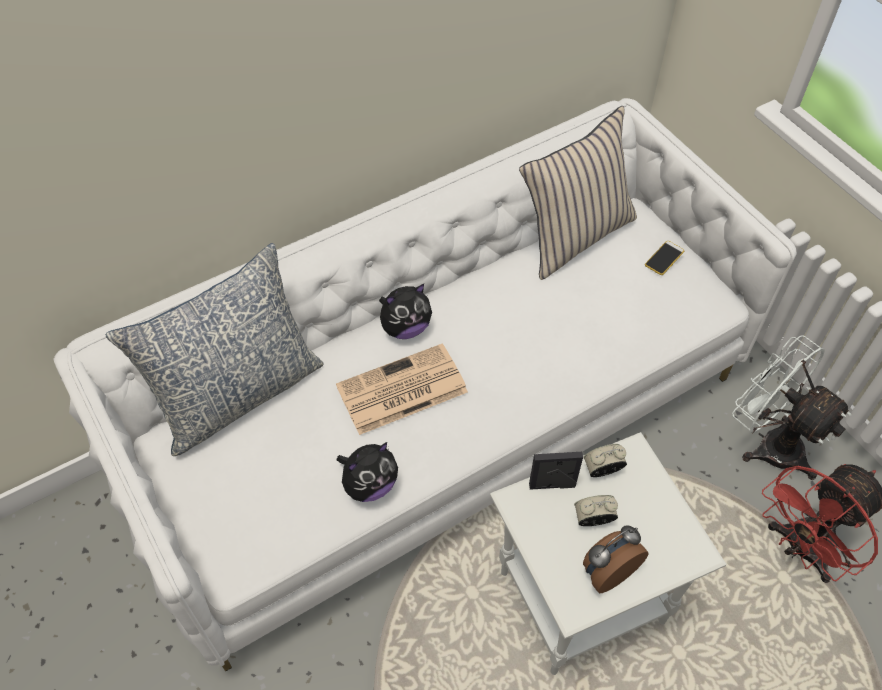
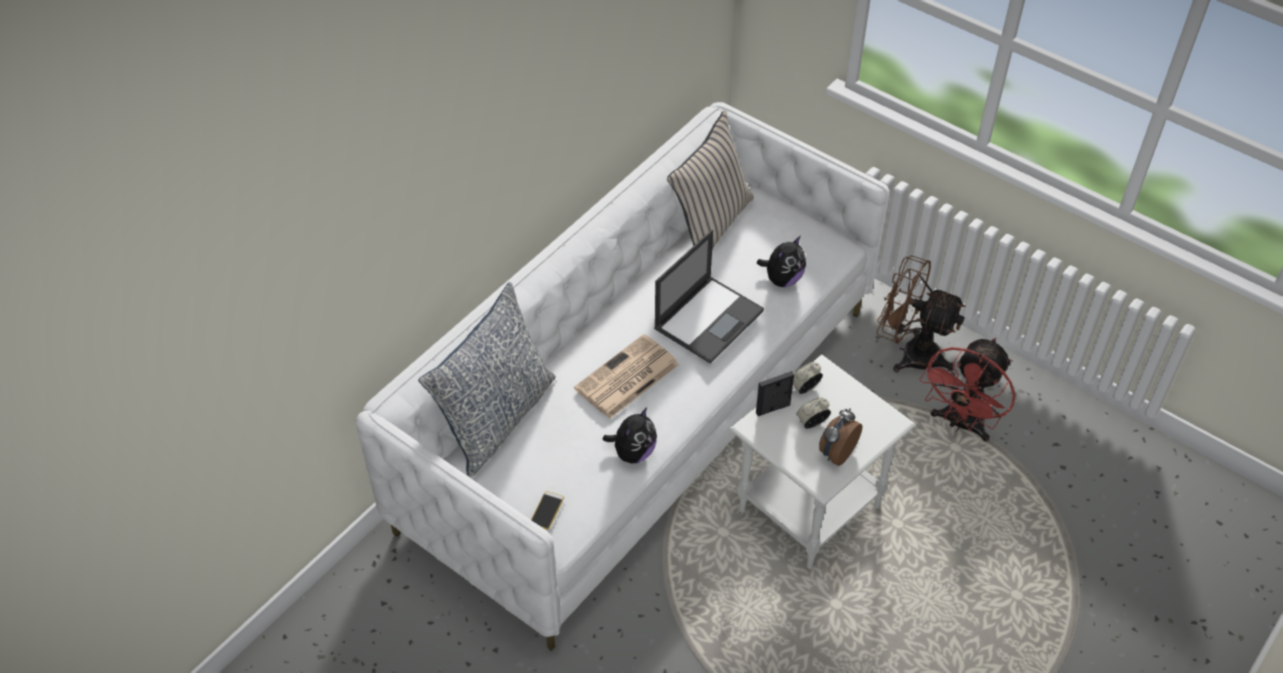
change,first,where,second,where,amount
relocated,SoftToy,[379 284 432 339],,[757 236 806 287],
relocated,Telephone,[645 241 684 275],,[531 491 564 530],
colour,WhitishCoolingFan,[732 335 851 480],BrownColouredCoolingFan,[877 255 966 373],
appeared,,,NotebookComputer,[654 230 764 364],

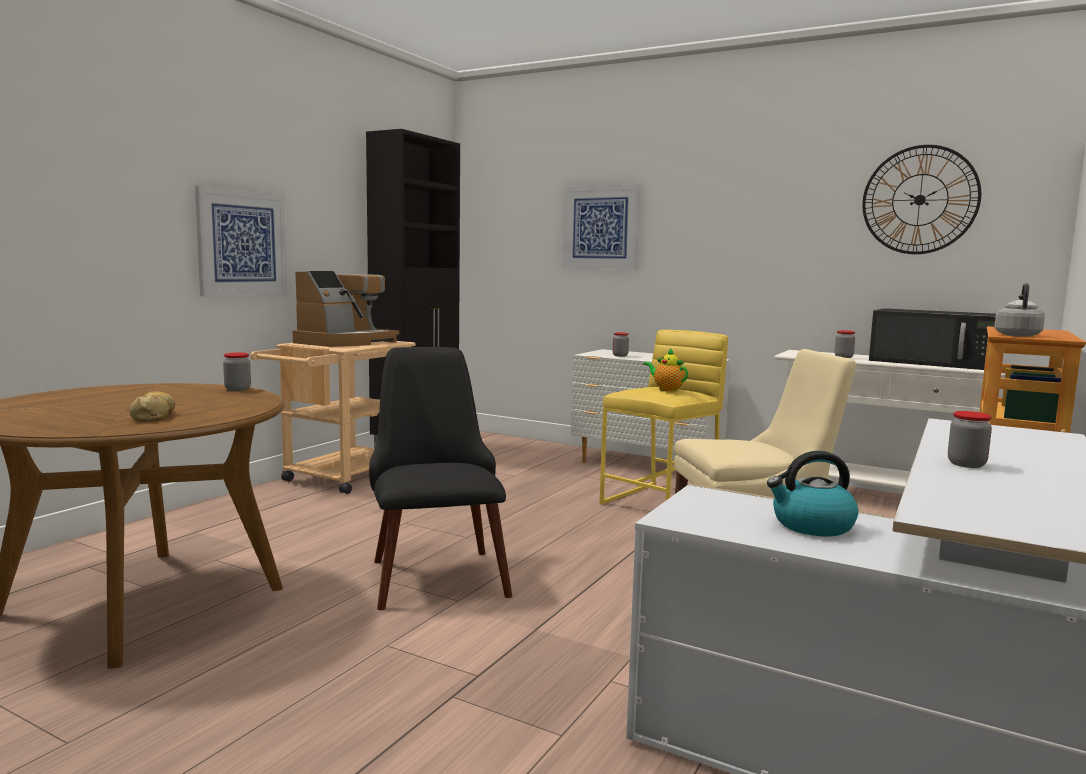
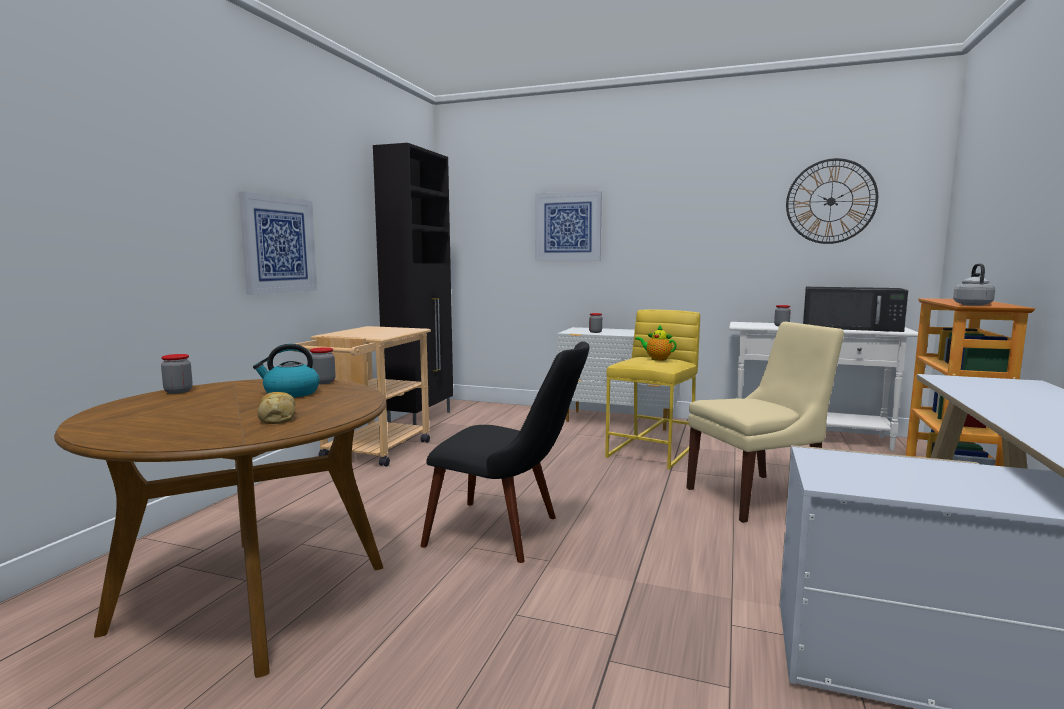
change,first,where,second,where,amount
missing,CoffeeMachine,[293 271 399 347],,,
spun,BlackUprightChair,[369 347 512 610],,[420 341 590 563],135 degrees clockwise
relocated,Kettle,[767 451 859 536],,[253 344 320 398],
relocated,PreserveJar,[948 411 992 468],,[161 354 193 394],

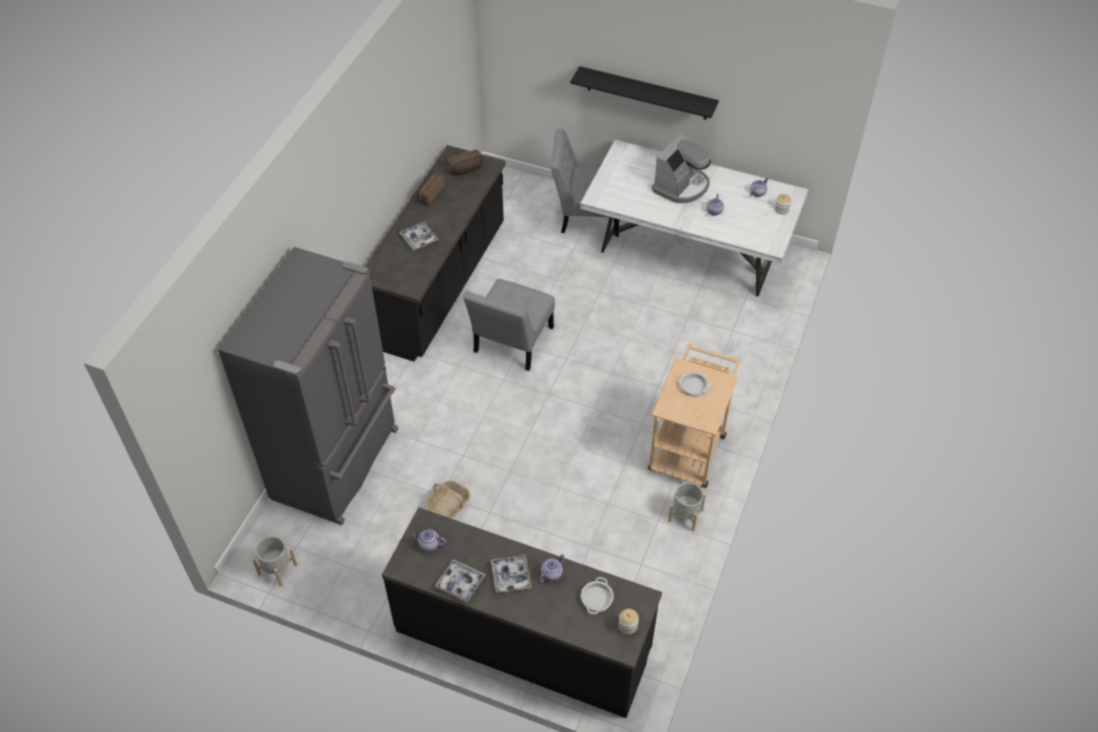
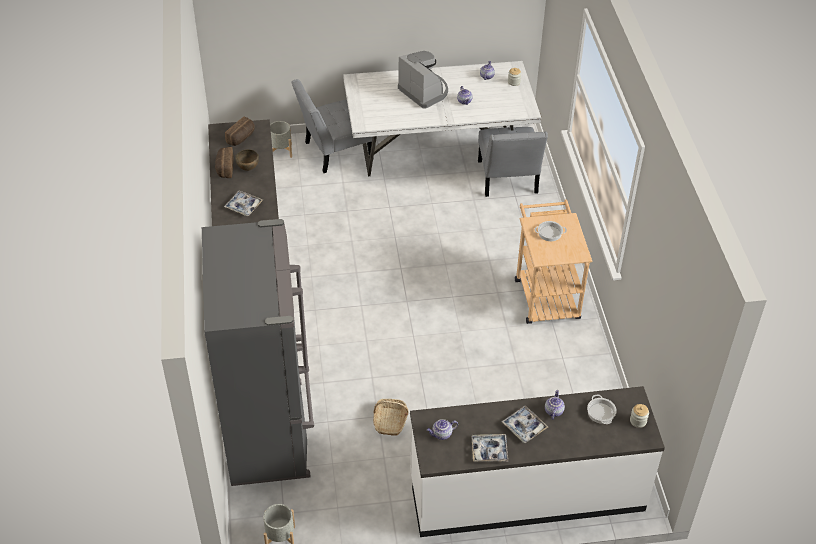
change,first,where,second,where,amount
colour,BlackKitchenBaseUnit,[382 507 662 718],WhitishKitchenBaseUnit,[410 386 665 537],
relocated,GreyUprightChair,[463 279 555 371],,[478 127 548 197],
missing,BlackShelf,[570 66 719 120],,,
spun,CoffeeMachine,[652 133 711 203],,[398 51 448 109],45 degrees counterclockwise
relocated,GreyPlantPot,[668 482 706 531],,[270 121 292 158],
appeared,,,BrownColouredServingBowl,[235 149 259 171],

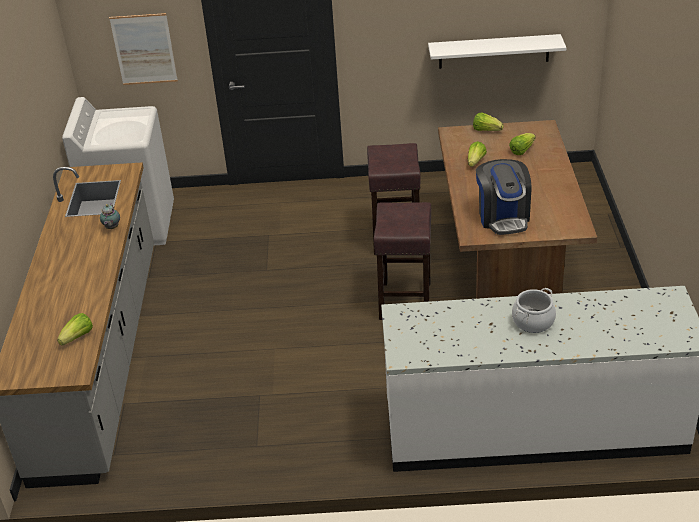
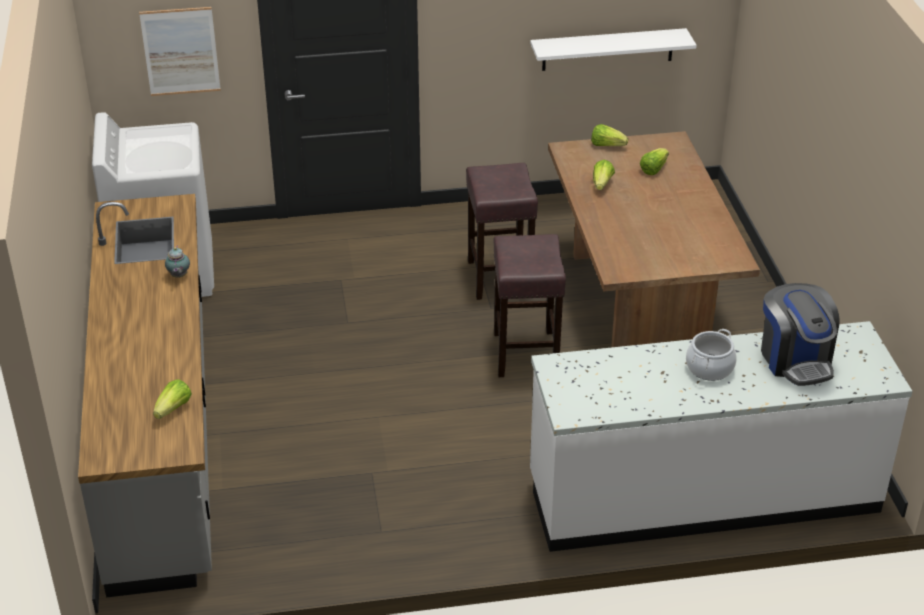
change,first,where,second,where,amount
relocated,CoffeeMachine,[476 159 531 235],,[761 283 840 386],

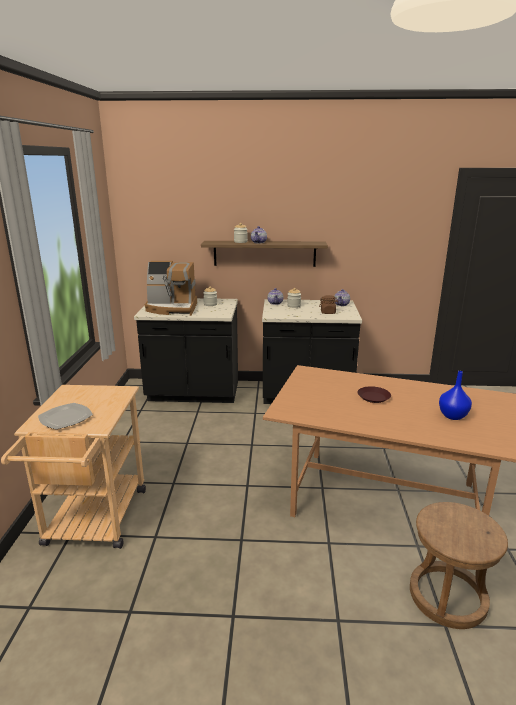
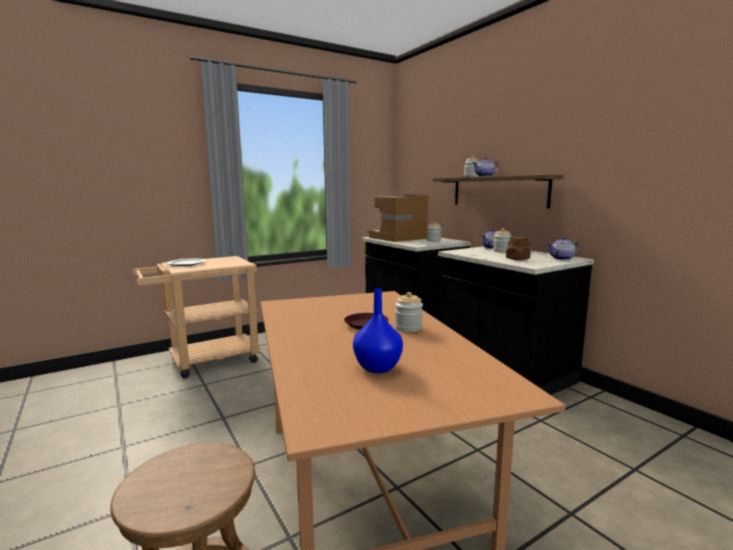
change,first,where,second,where,amount
spun,CoffeeMachine,[145 261 197 316],,[368 194 428 242],90 degrees clockwise
appeared,,,PreserveJar,[395 292 423 332],

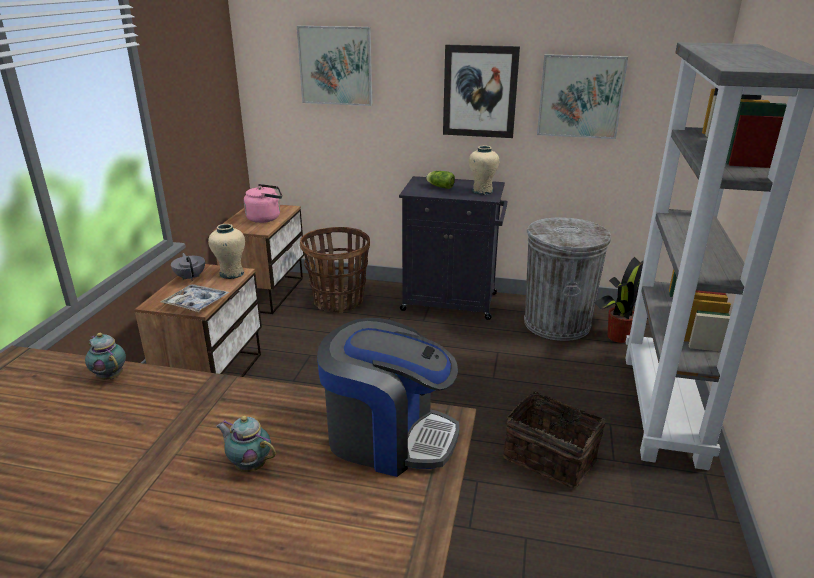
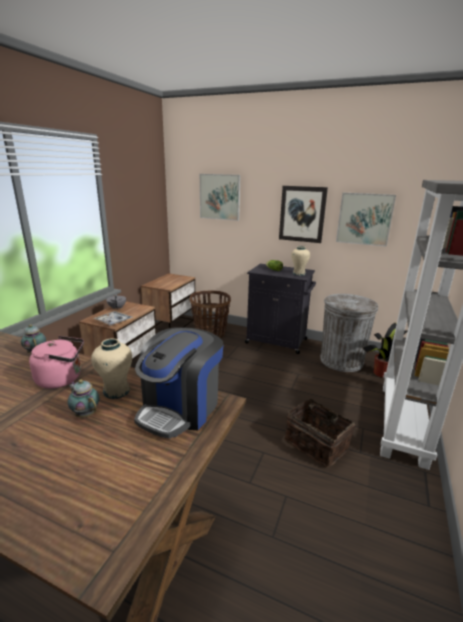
change,first,where,second,where,amount
relocated,BeigeColouredFlowerVase,[208 224 245 279],,[91 338 132 399],
relocated,PinkColouredKettle,[244 184 282 223],,[29 336 84 389],
spun,CoffeeMachine,[317 318 459 477],,[134 327 224 438],90 degrees clockwise

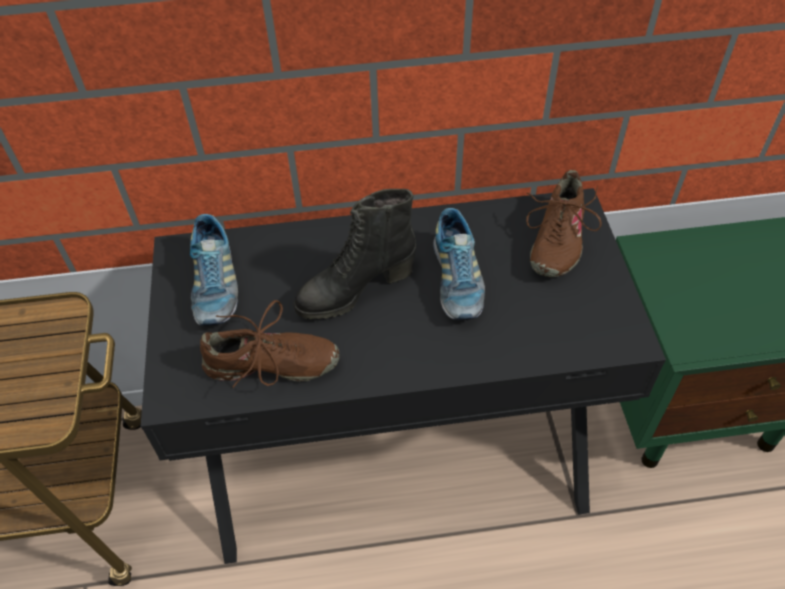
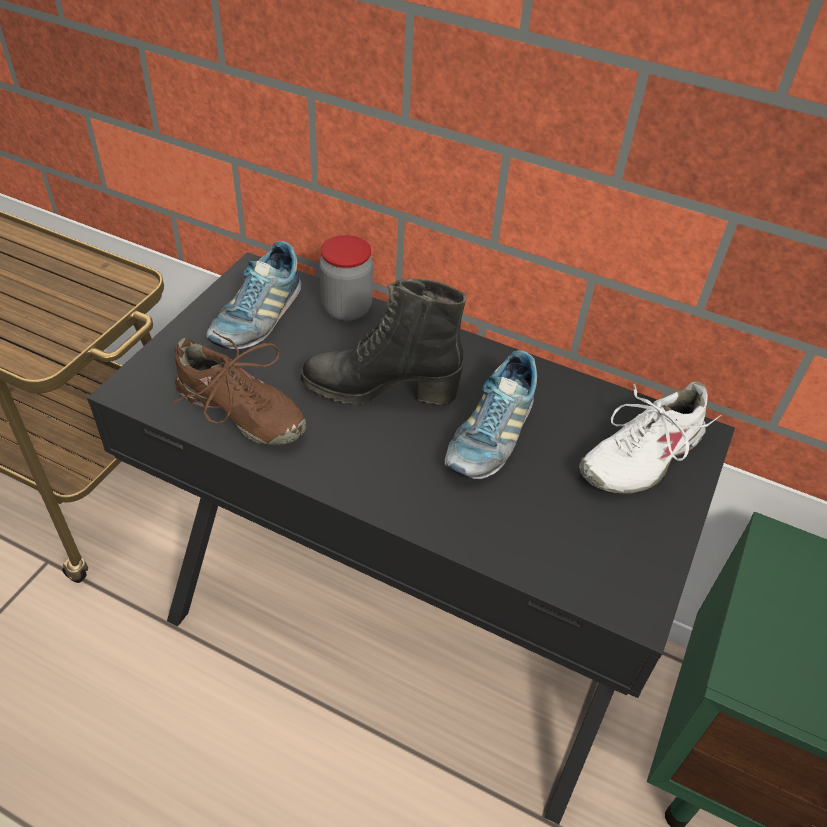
change,first,where,second,where,amount
colour,BrownColouredShoe,[526 170 602 277],WhitishShoe,[579 381 721 493],
appeared,,,PreserveJar,[319 235 373 321],

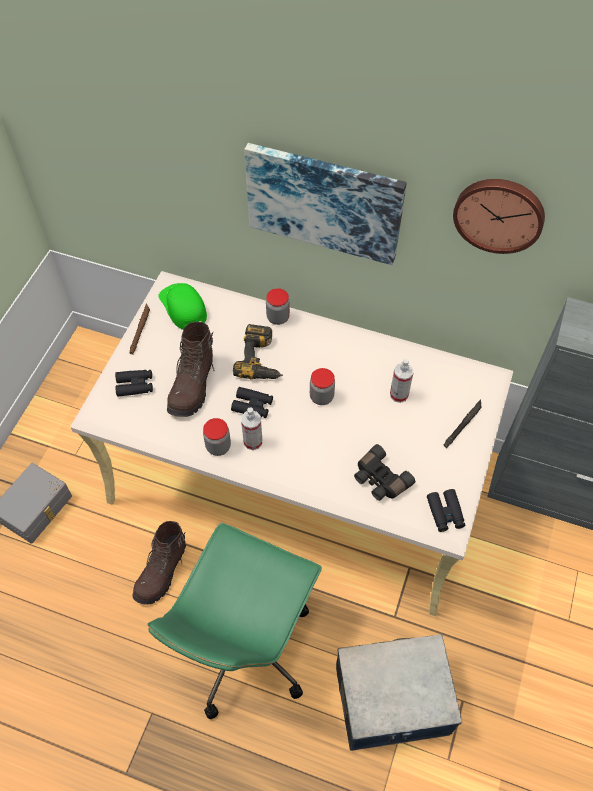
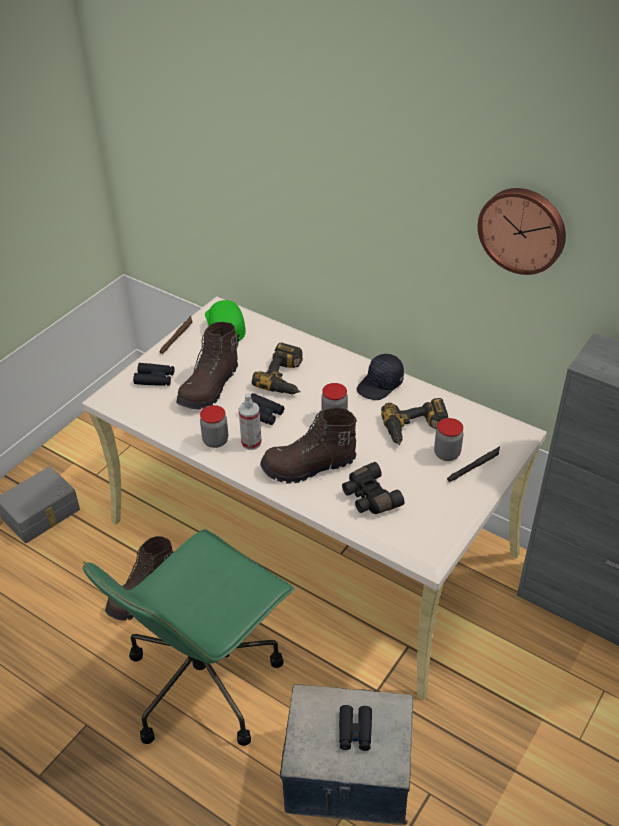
change,first,where,second,where,amount
missing,Picture,[244 143 407 265],,,
relocated,PreserveJar,[266 288 290 325],,[434 418 463 461],
exchanged,SprayBottle,[390 359 414 403],Drill,[381 398 448 445],
relocated,BlackBinoculars,[427 489 465 532],,[339 705 372 751],
appeared,,,BrownColouredBoot,[260 408 357 484],
appeared,,,BlackPeakedCap,[357 354 404 400],

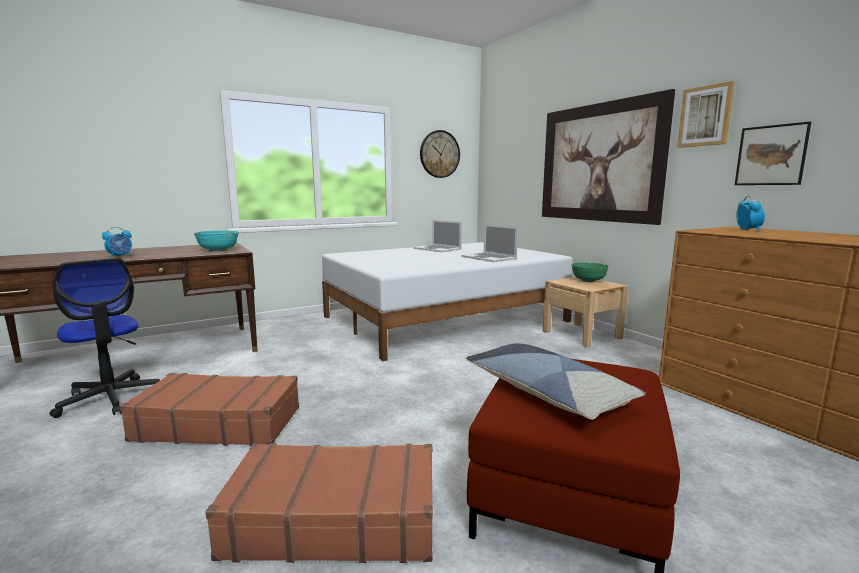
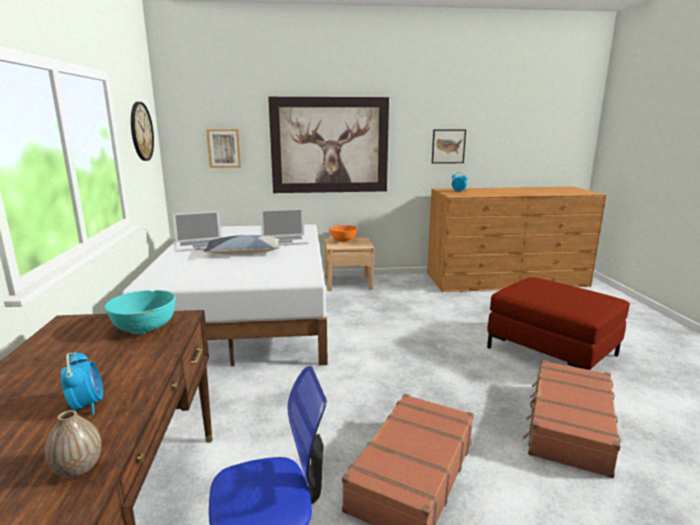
change,first,where,second,where,amount
relocated,ThrowPillow,[466 343 646 420],,[203 235 280 255],
colour,GreenColouredServingBowl,[571 263 609 282],OrangeyServingBowl,[329 225 357 242],
relocated,Picture,[677 81 735 148],,[206 129 241 168],
appeared,,,FlowerVase,[45 410 102 478],

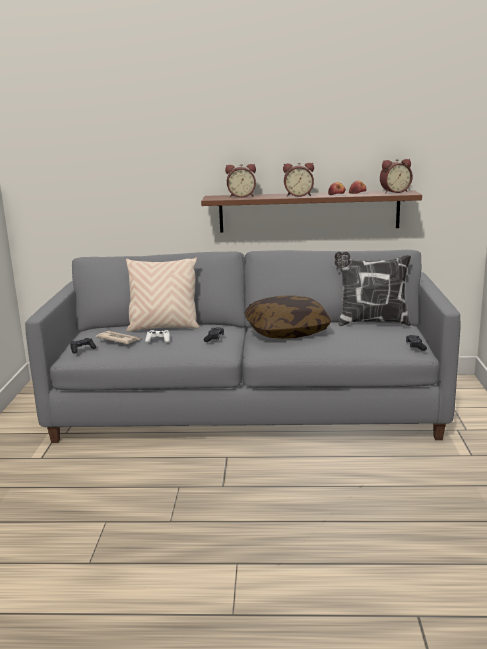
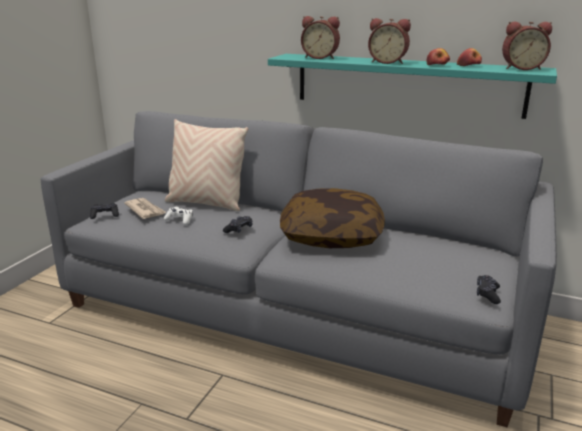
change,first,where,second,where,amount
colour,BrownColouredShelf,[201 190 422 233],TurquoiseShelf,[268 54 557 119],
missing,ThrowPillow,[334 252 411 326],,,

